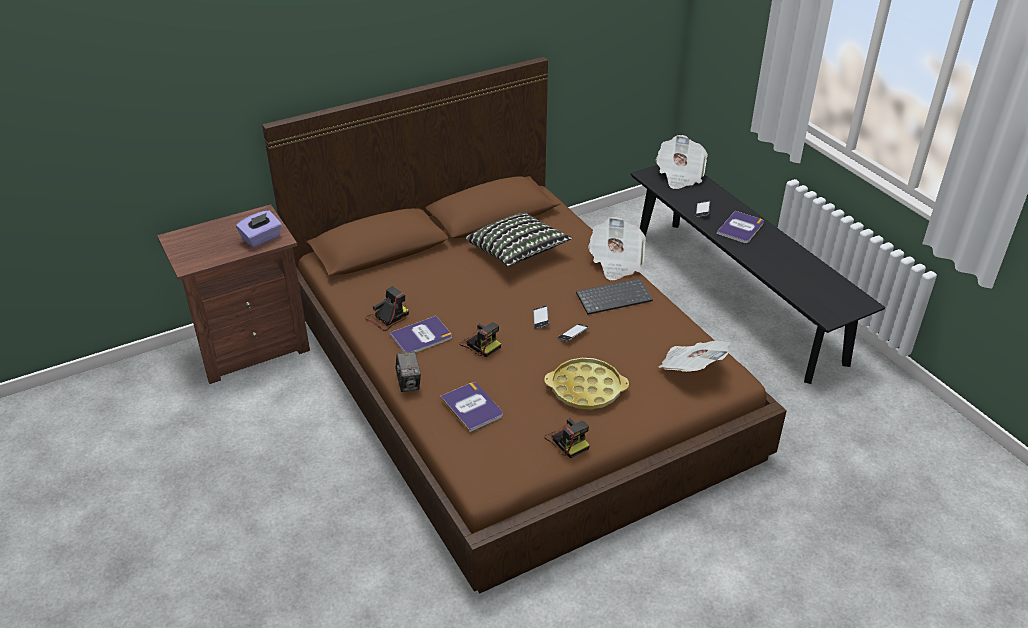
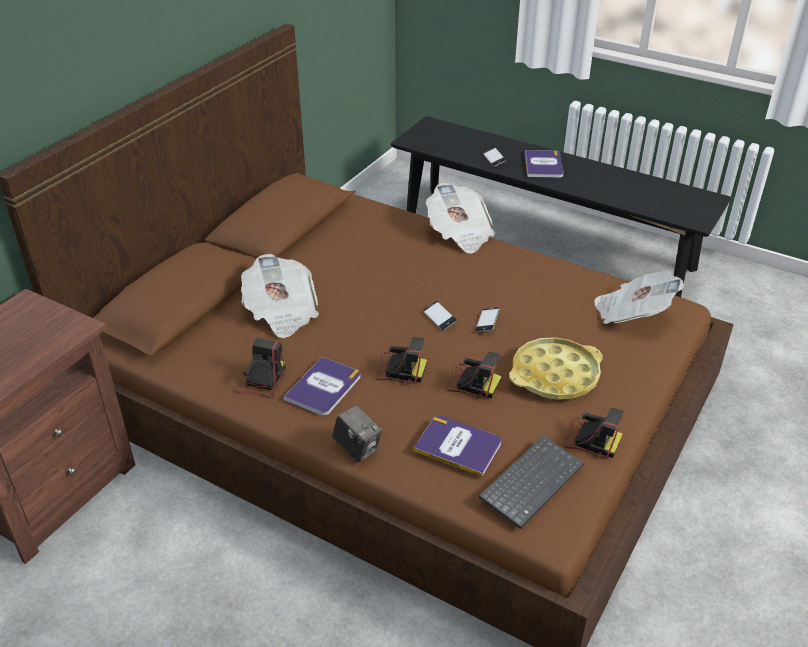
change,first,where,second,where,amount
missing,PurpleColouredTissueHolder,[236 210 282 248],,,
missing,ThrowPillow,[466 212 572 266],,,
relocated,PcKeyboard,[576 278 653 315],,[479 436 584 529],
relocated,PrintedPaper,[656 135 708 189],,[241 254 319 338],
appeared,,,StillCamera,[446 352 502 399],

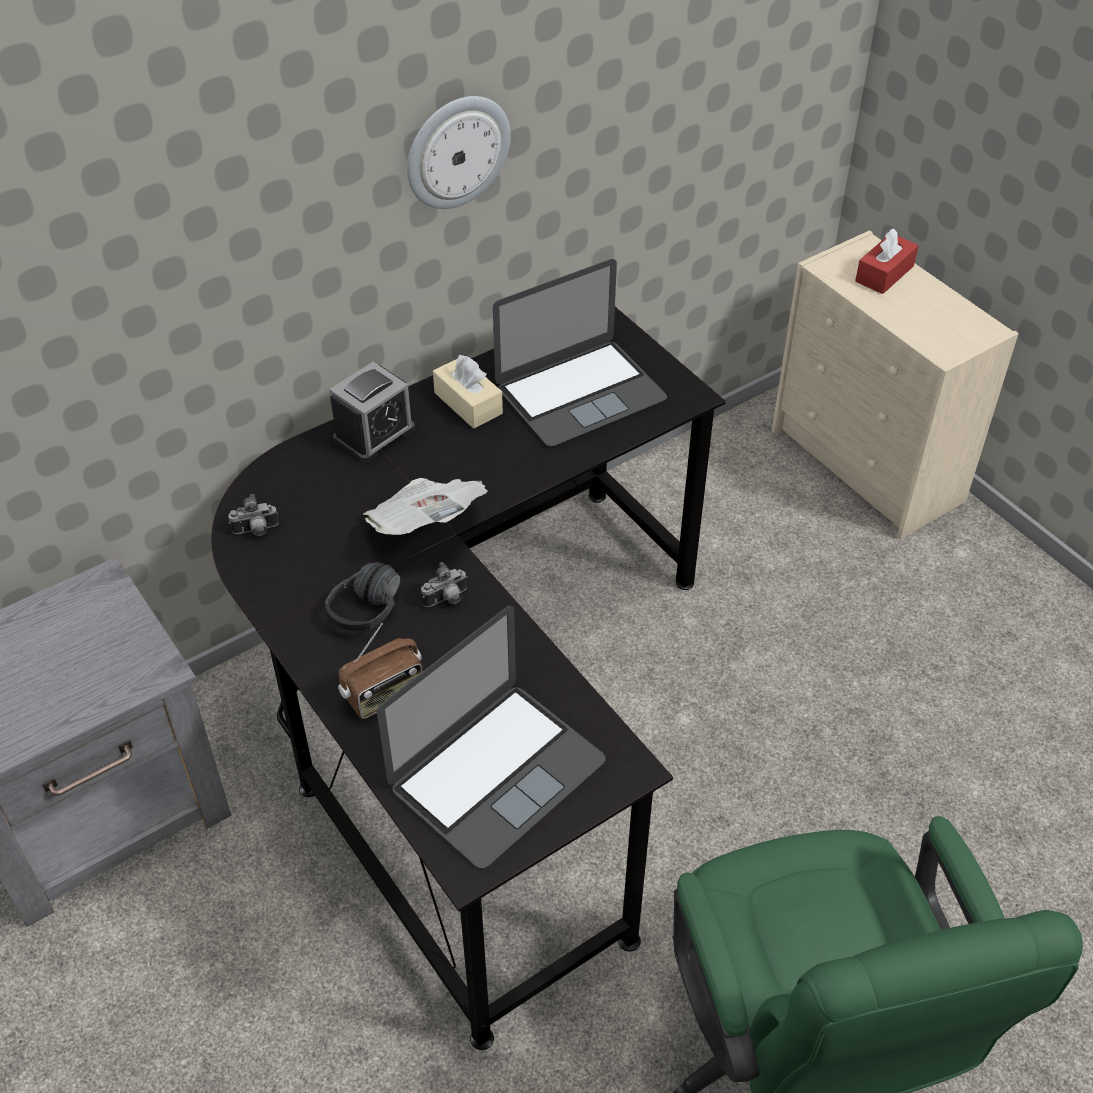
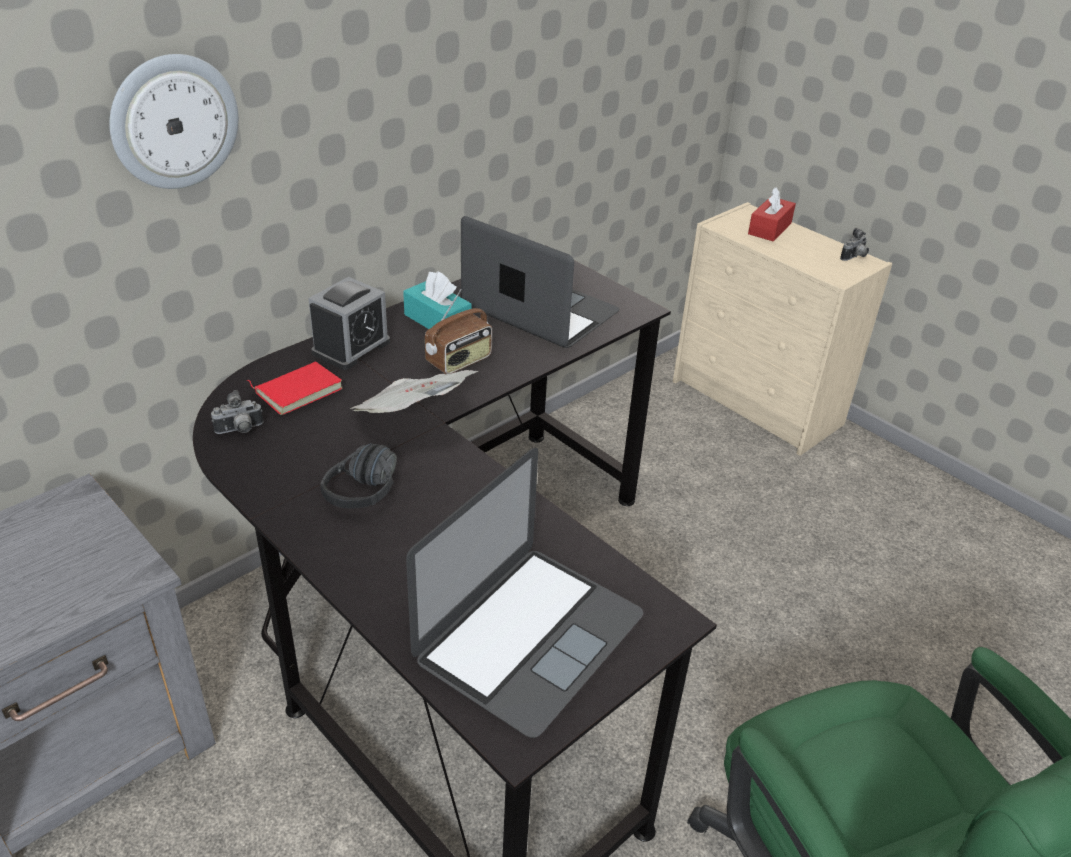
change,first,where,second,where,amount
relocated,RadioSet,[338 623 423 719],,[425 289 492 374],
relocated,ClockOnTheWall,[407 96 511 209],,[109 54 239 189],
relocated,StillCamera,[421 562 467 607],,[840 228 869 261],
colour,BeigeColouredTissueHolder,[433 355 503 428],TurquoiseTissueHolder,[403 271 472 329],
spun,NotebookComputer,[493 259 667 447],,[461 216 619 348],105 degrees counterclockwise
appeared,,,ReddishBoundBook,[248 361 342 415],

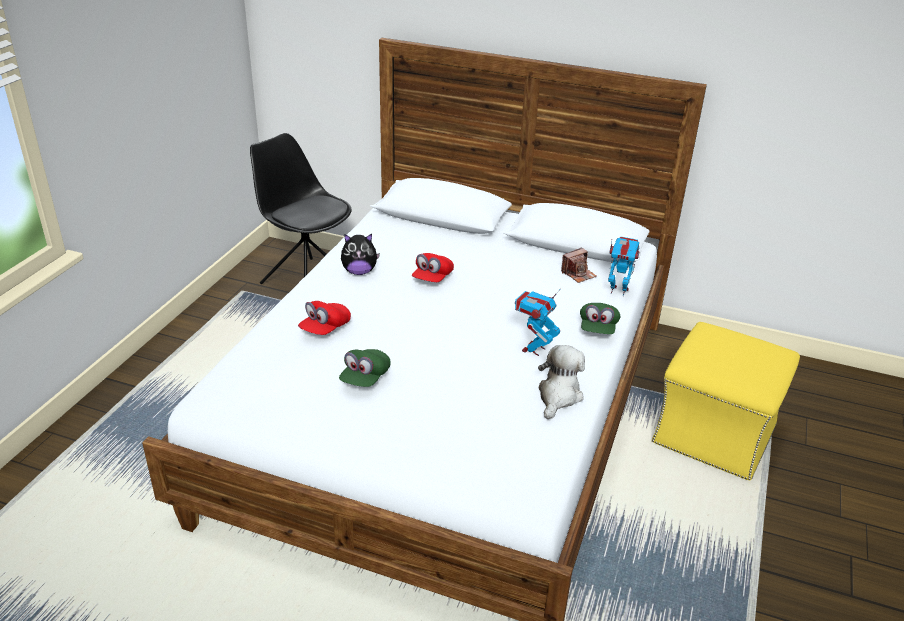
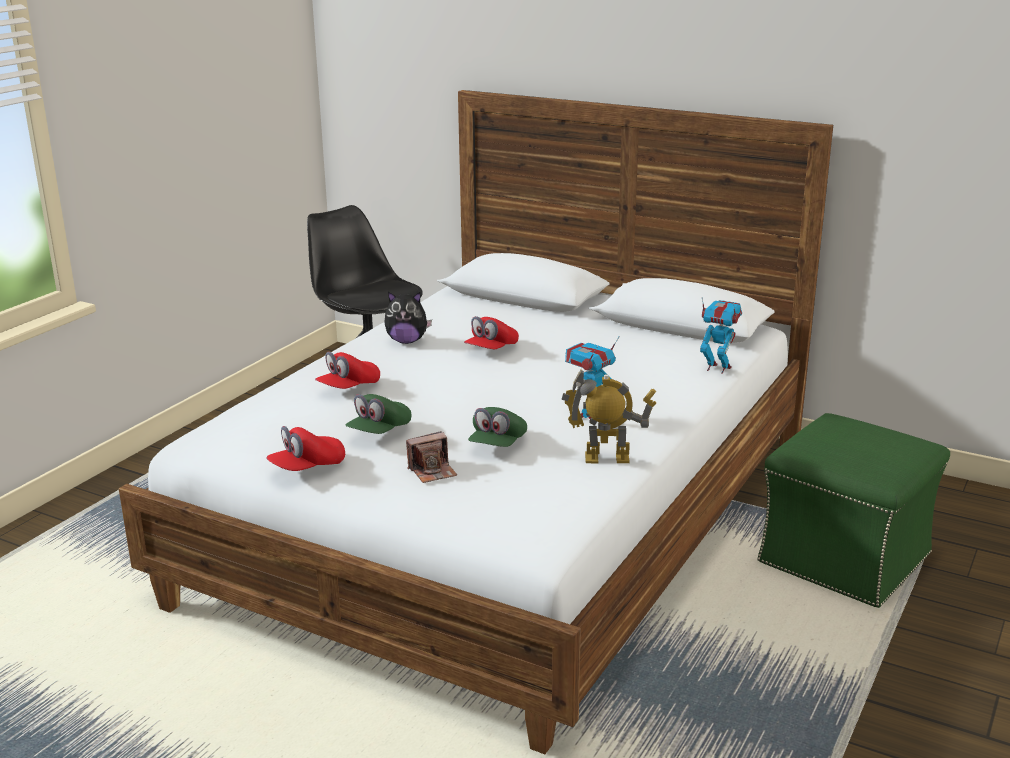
change,first,where,second,where,amount
exchanged,SoftToy,[538 345 585 419],ModelRobot,[562 369 656 463],
relocated,StillCamera,[561 248 597 283],,[406 431 457 483],
relocated,GreenColouredPeakedCap,[580 303 620 334],,[468 407 527 447],
colour,YellowPouffe,[652 322 800 481],GreenColouredPouffe,[757 413 950 608],
appeared,,,ReddishPeakedCap,[266 426 345 471],

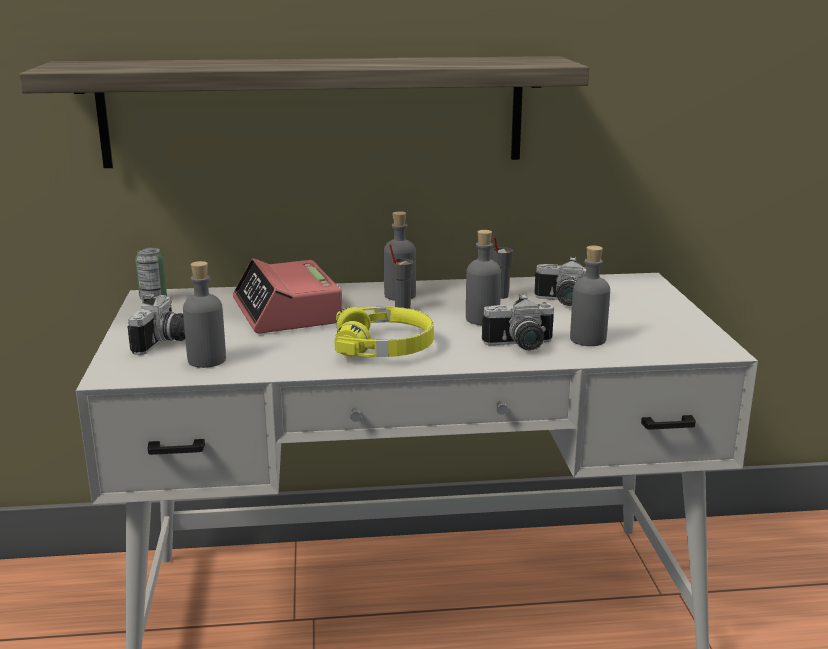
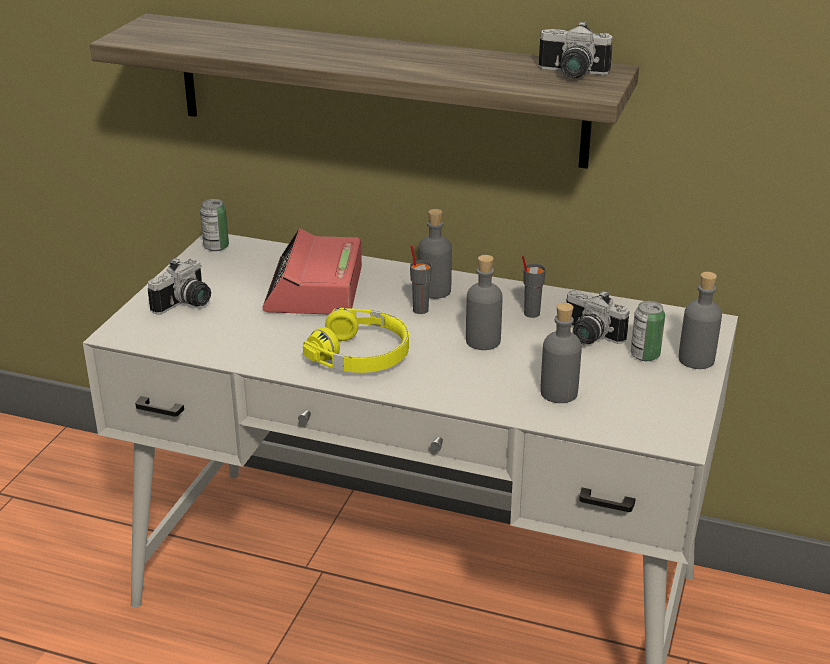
change,first,where,second,where,amount
relocated,GreyBeverageBottle,[183 261 226 368],,[678 272 722 369],
relocated,StillCamera,[482 294 554 351],,[539 21 613 78],
appeared,,,MetalCan,[631 301 665 361],

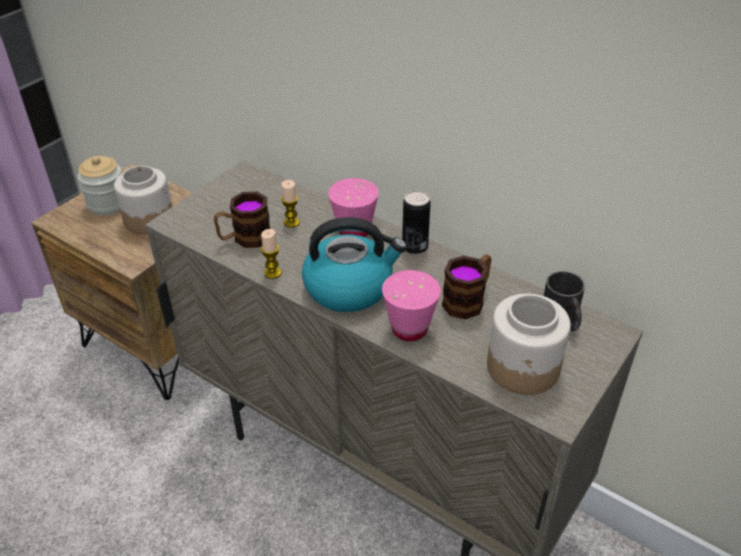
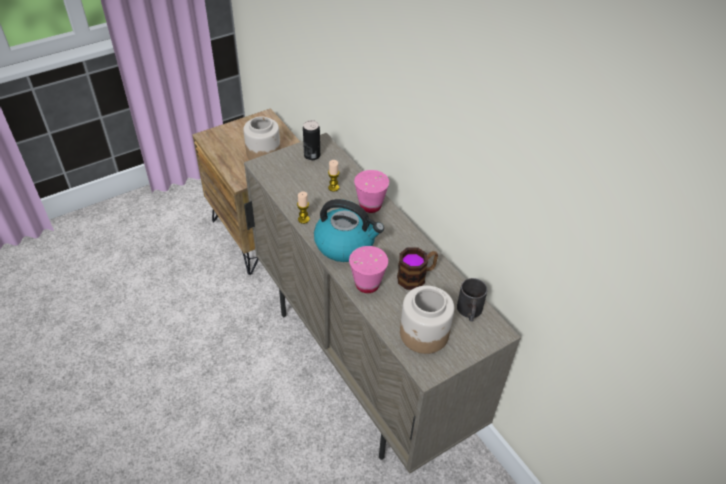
change,first,where,second,where,amount
missing,PreserveJar,[78 156 121 215],,,
missing,CoffeeMug,[214 192 270 248],,,
relocated,MetalCan,[402 190 431 254],,[303 120 320 160],

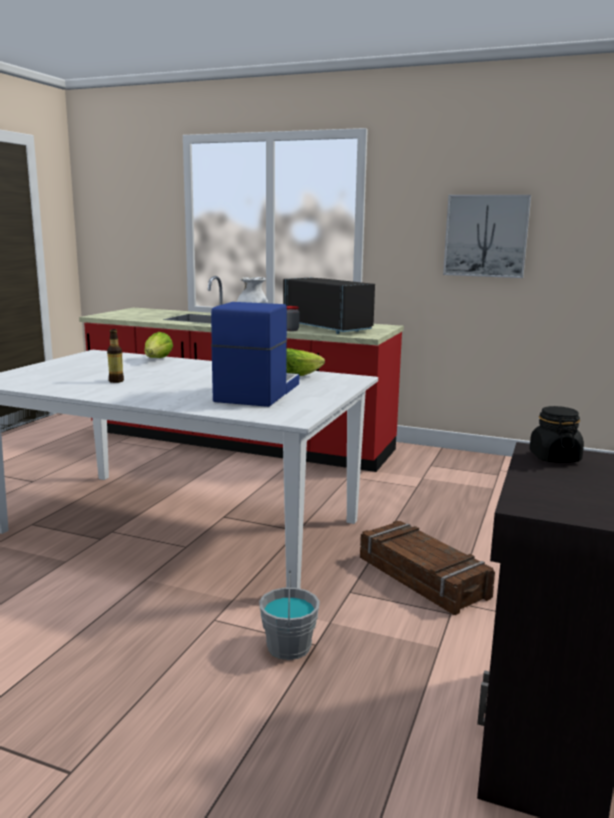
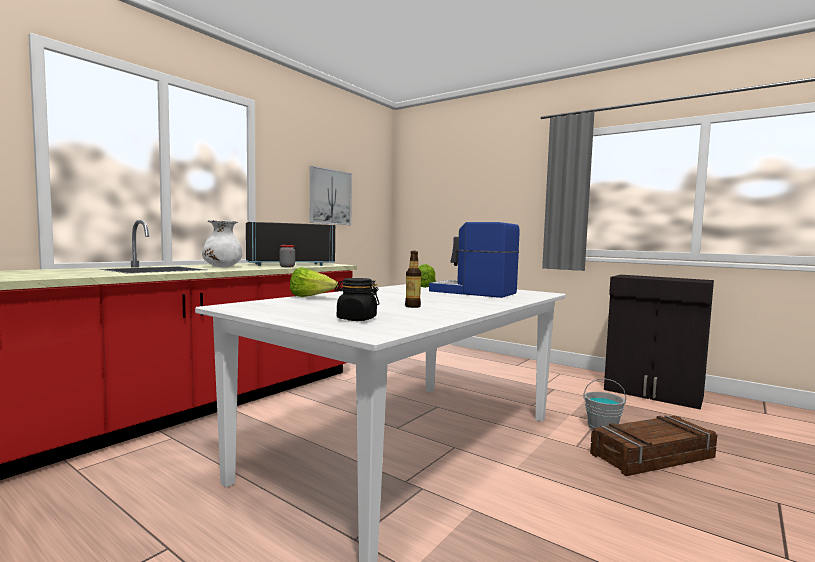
change,first,where,second,where,amount
relocated,Crate,[360 521 495 615],,[590 416 717 476],
relocated,BlackPreserveJar,[529 406 584 463],,[335 278 380 321],

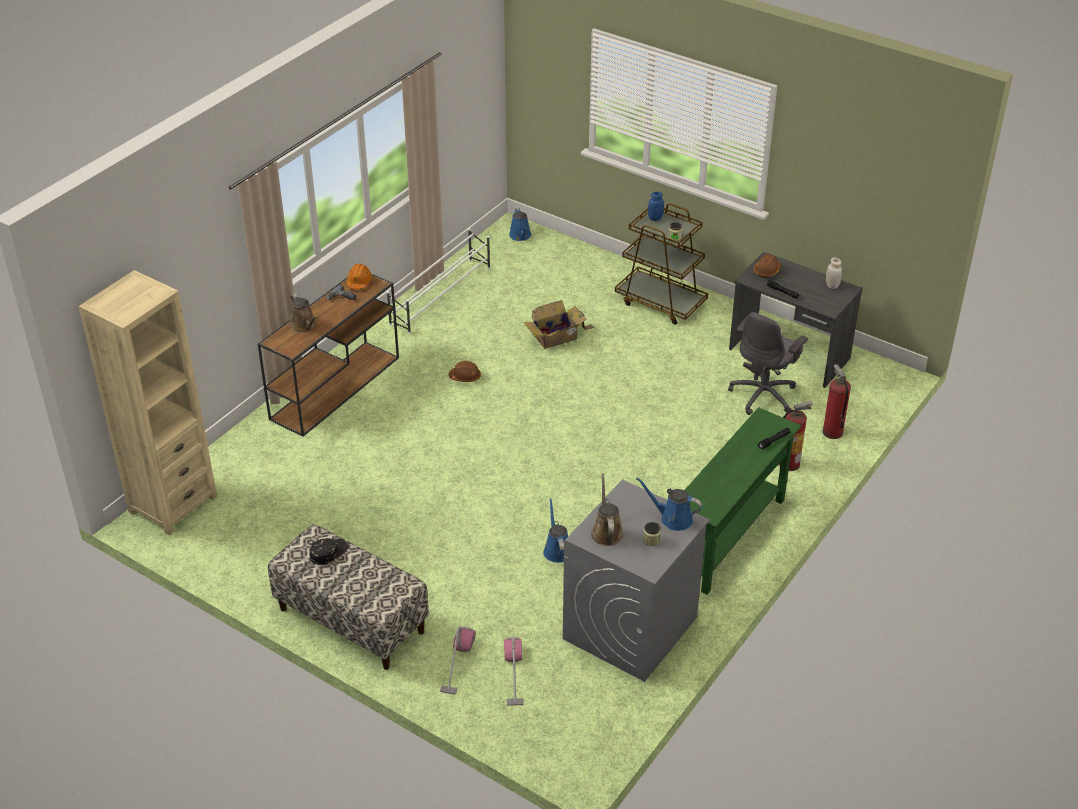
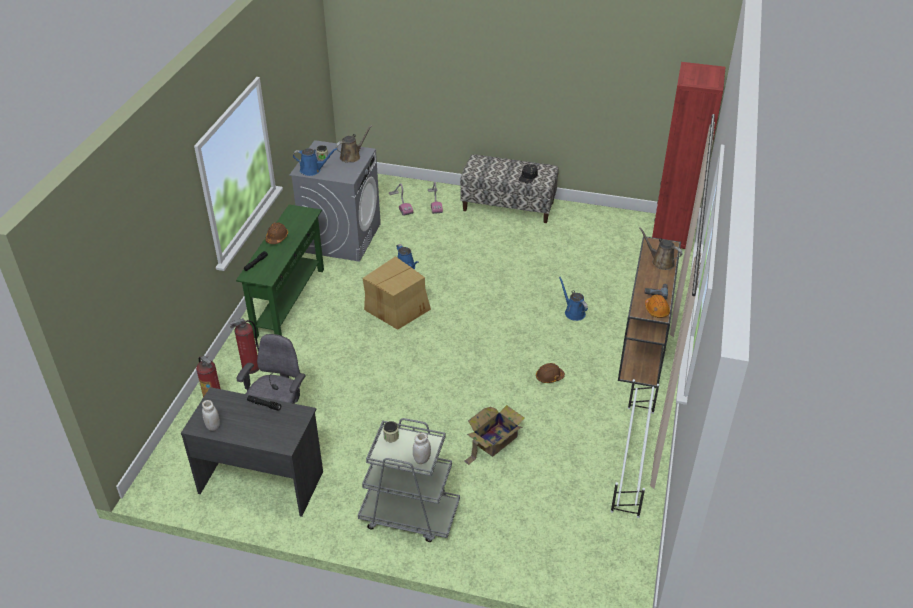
change,first,where,second,where,amount
colour,BeigeColouredShelvingUnit,[78 270 217 535],ReddishShelvingUnit,[652 62 726 249],
relocated,BlueWateringPot,[509 208 531 241],,[559 277 588 321],
spun,BrownColouredWateringPot,[591 473 623 546],,[335 125 372 163],105 degrees counterclockwise
colour,BrownColouredCart,[615 203 708 325],GreyCart,[358 418 460 542],
colour,BluePreserveJar,[648 191 664 221],WhitishPreserveJar,[413 432 431 464],
relocated,BrownColouredSafetyHelmet,[754 254 781 278],,[265 222 288 244],
appeared,,,CardboardBox,[362 256 431 330],

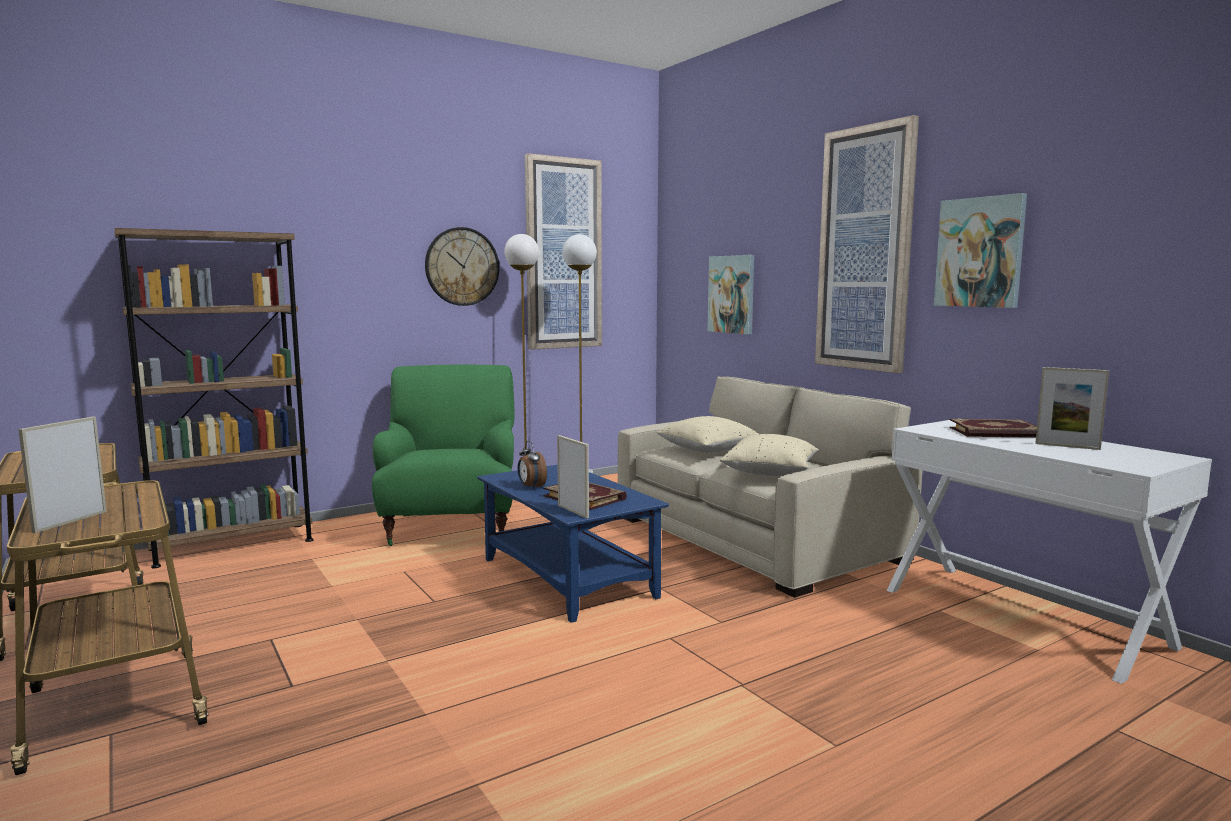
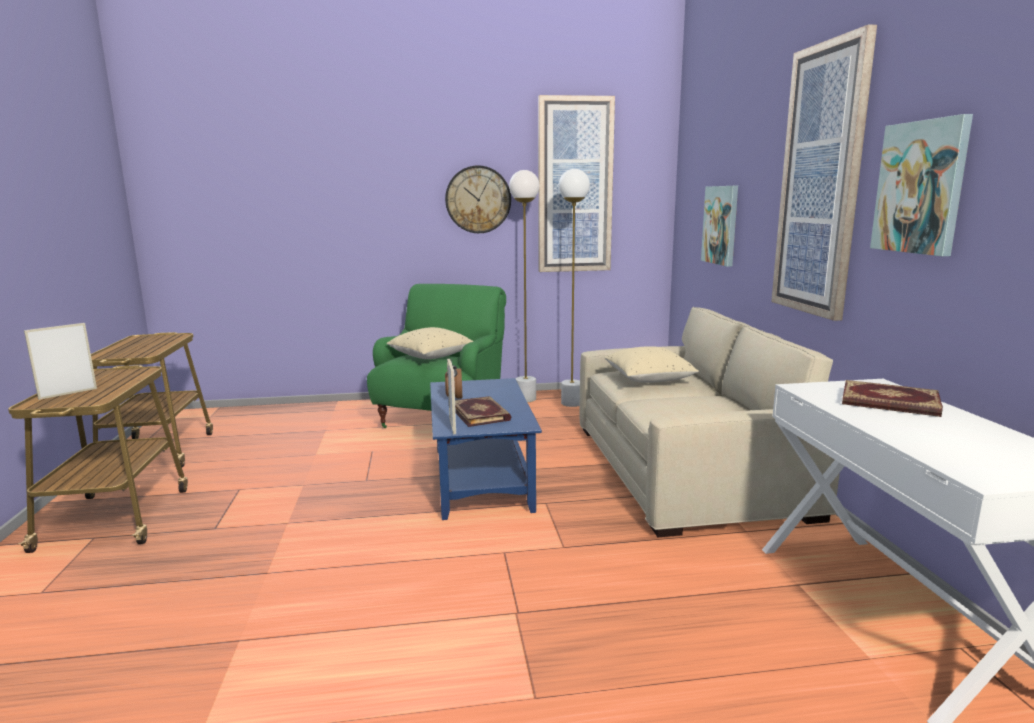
change,first,where,second,where,amount
missing,BrownColouredShelvingUnit,[114 228 313 568],,,
relocated,BeigeColouredThrowPillow,[720 434 819 476],,[386 327 474 359],
missing,PhotoFrame,[1035 367 1109 450],,,

